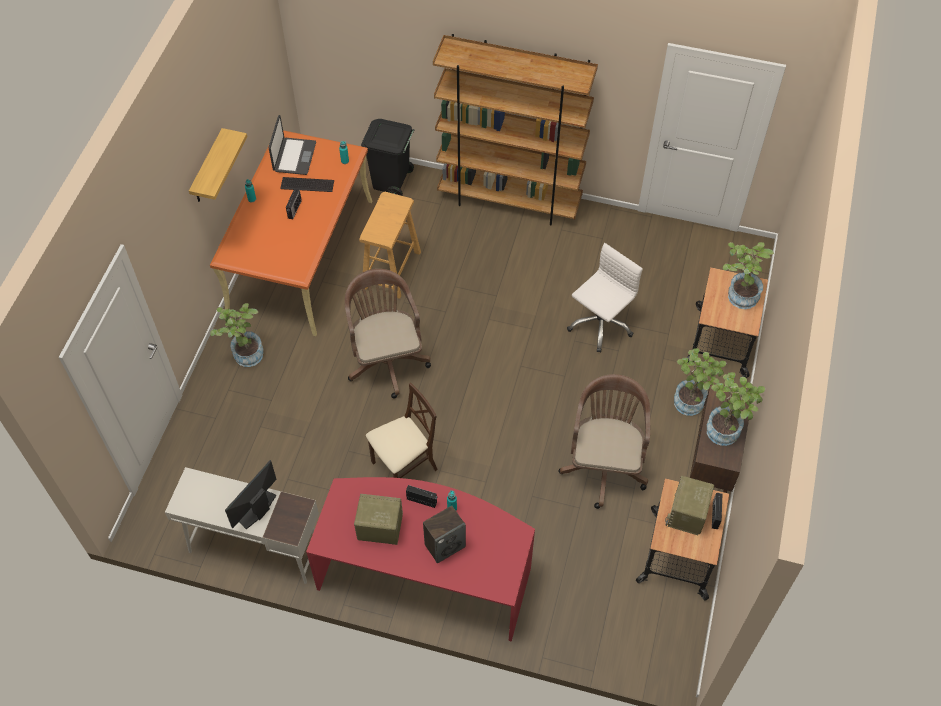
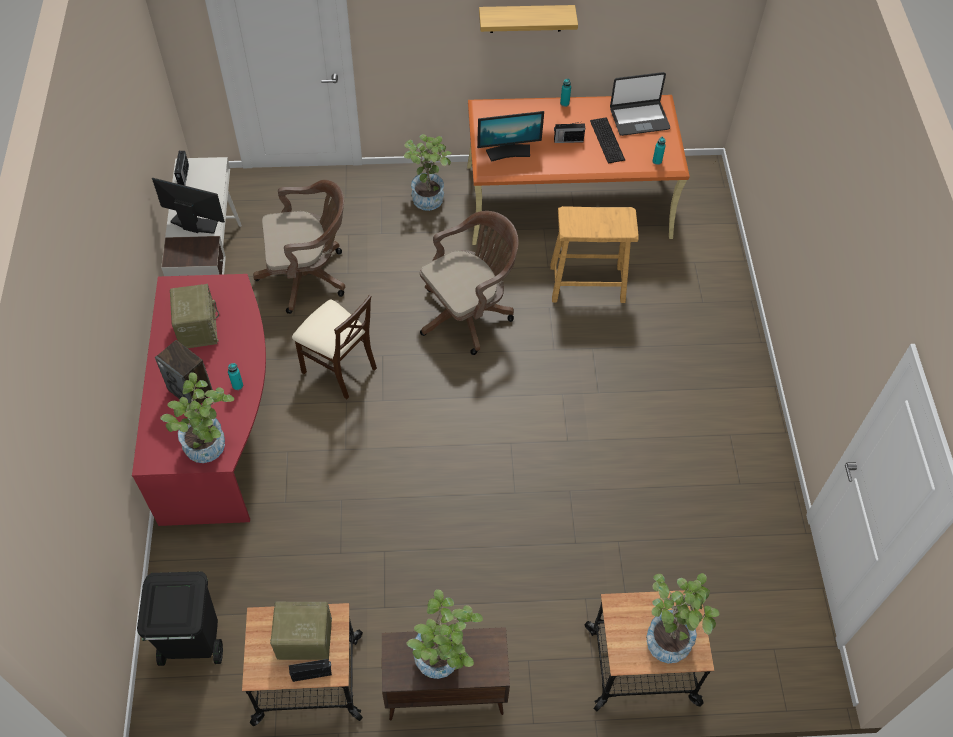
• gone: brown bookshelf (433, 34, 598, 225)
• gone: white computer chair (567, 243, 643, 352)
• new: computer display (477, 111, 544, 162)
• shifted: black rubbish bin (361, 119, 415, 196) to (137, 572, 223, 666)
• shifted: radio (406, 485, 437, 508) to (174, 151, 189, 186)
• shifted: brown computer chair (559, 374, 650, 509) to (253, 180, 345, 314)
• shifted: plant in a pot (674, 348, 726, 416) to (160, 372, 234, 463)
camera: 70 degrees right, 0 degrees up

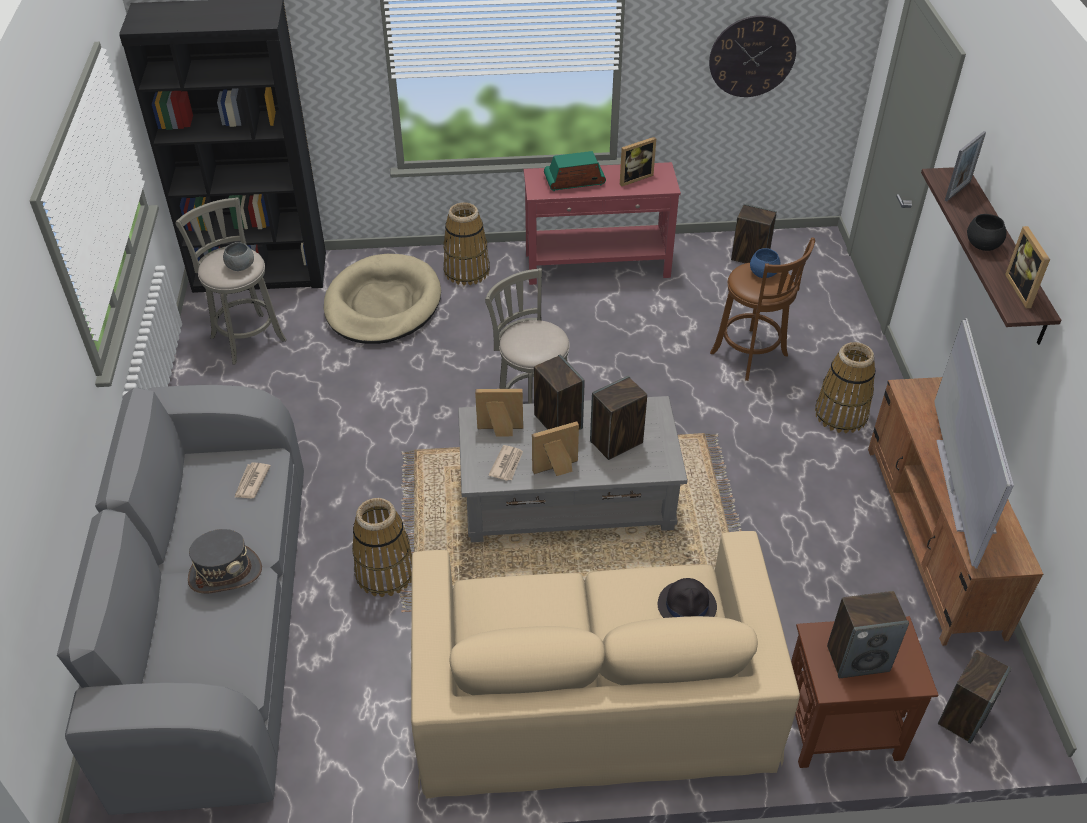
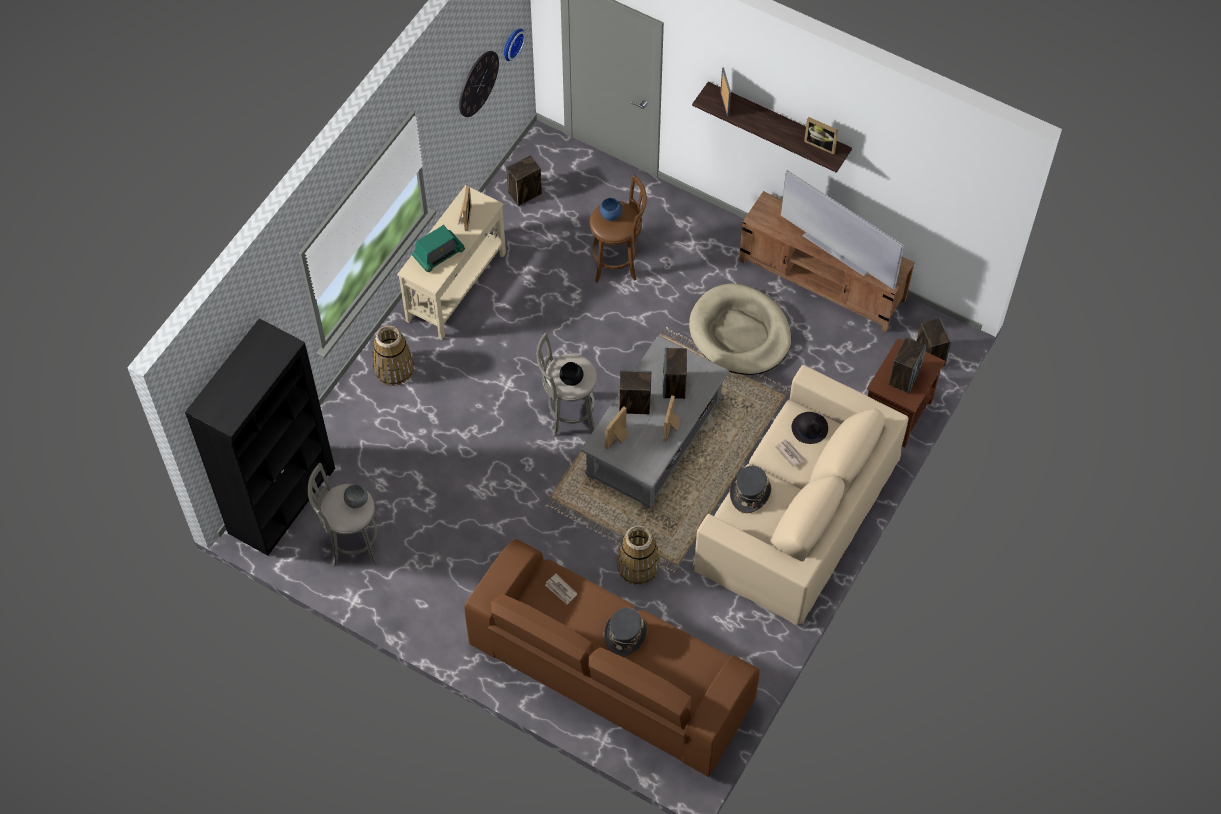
• gone: storage basket (815, 342, 876, 433)
• new: clock on the wall (504, 29, 526, 61)
• new: grey wearable hat (730, 466, 771, 513)
• shifted: beige pet bed (324, 254, 441, 344) to (689, 283, 791, 375)
• shifted: daily paper (489, 445, 523, 481) to (775, 439, 806, 468)
• shifted: black bowl (967, 214, 1006, 251) to (560, 362, 583, 386)
• repainted: grey sofa (57, 385, 304, 815) to brown sofa (464, 539, 760, 777)
• repainted: red-coloured hall table (524, 162, 681, 285) to beige hall table (397, 185, 506, 340)
• rotated: radio (544, 151, 606, 192) = (412, 225, 465, 272) 150 degrees counterclockwise
camera: 55 degrees left, 15 degrees up

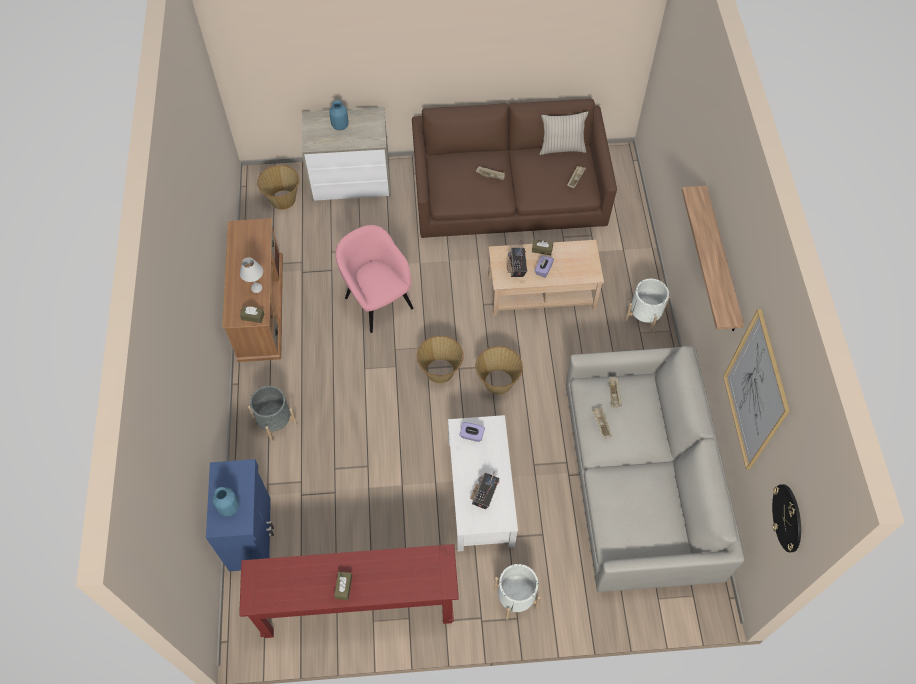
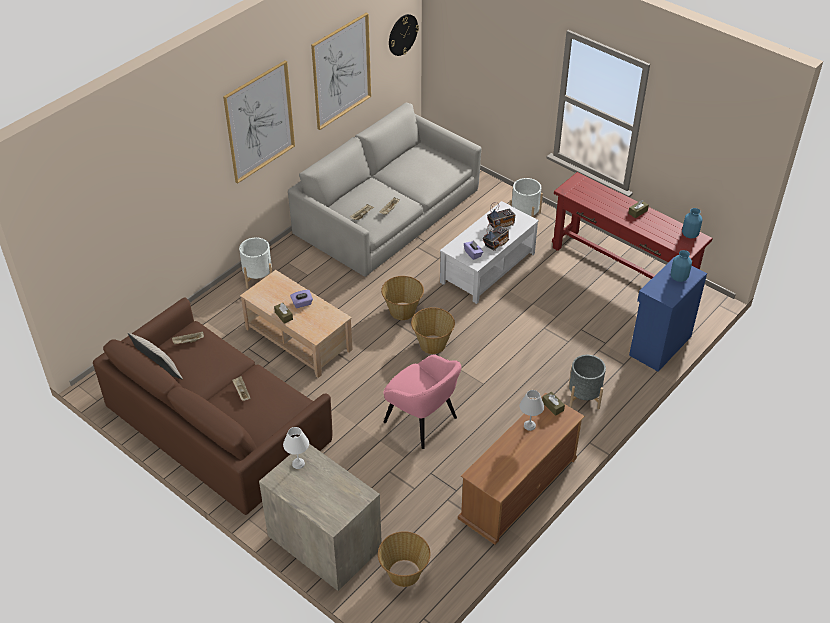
• new: white tabletop lamp (283, 427, 309, 469)
• shifted: blue flower vase (329, 100, 349, 130) to (682, 208, 702, 239)
• shifted: radio (507, 241, 527, 277) to (483, 223, 509, 251)
• swapped: wall shelf (682, 186, 744, 331) to picture (223, 60, 295, 184)
• rotated: pink-coloured lounge chair (335, 225, 414, 333) = (383, 354, 461, 449) 60 degrees counterclockwise
camera: 135 degrees left, 15 degrees down

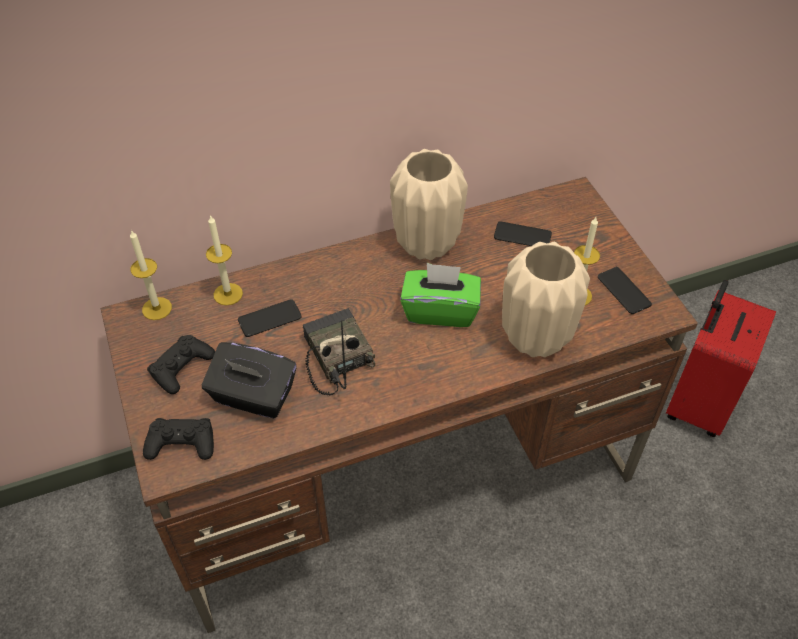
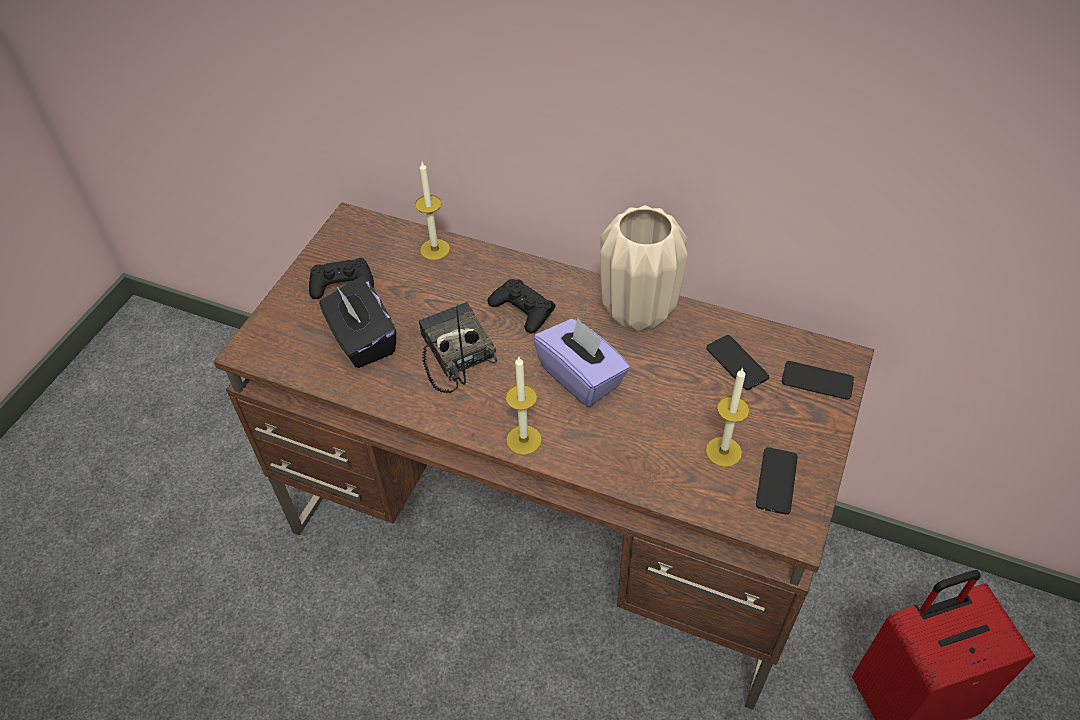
• gone: beige flower vase (502, 242, 590, 357)
• shifted: wax candle (130, 230, 172, 320) to (505, 357, 542, 455)
• shifted: black game controller (143, 418, 214, 460) to (487, 279, 555, 334)
• shifted: handset (238, 299, 302, 337) to (782, 361, 854, 400)
• repainted: green tissue box (400, 263, 481, 327) to purple-coloured tissue box (533, 318, 630, 407)
• rotated: radio (303, 308, 375, 396) = (419, 302, 497, 393) 45 degrees counterclockwise
camera: 45 degrees right, 0 degrees up

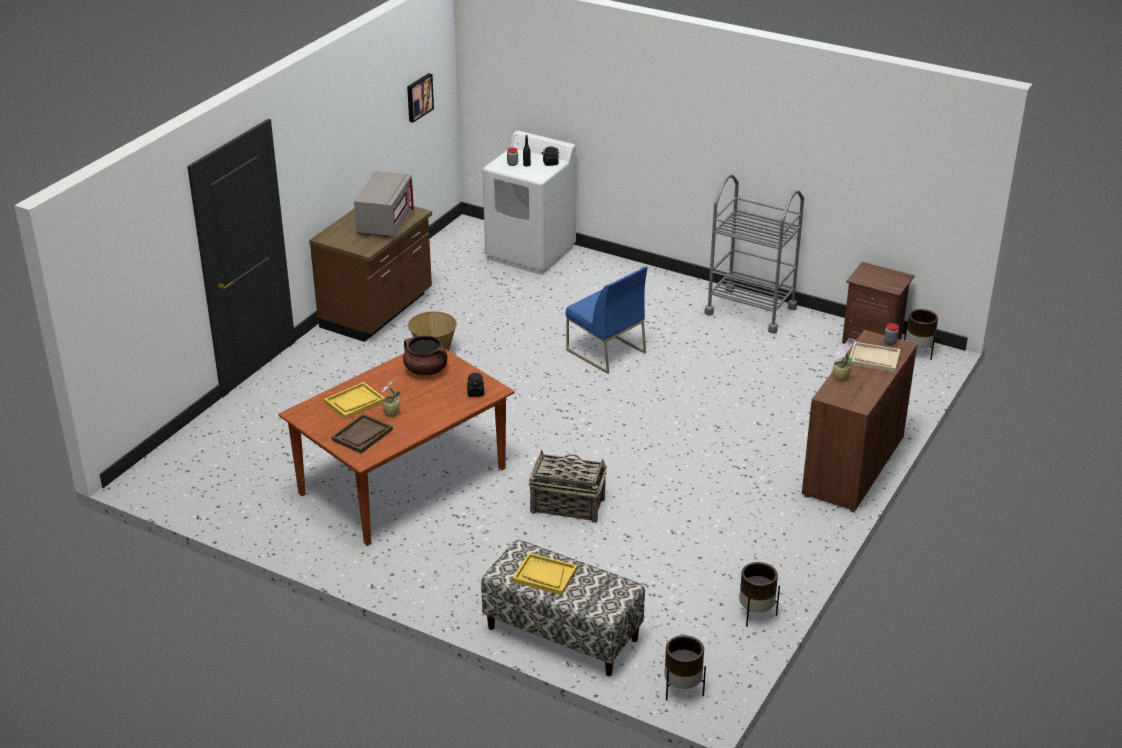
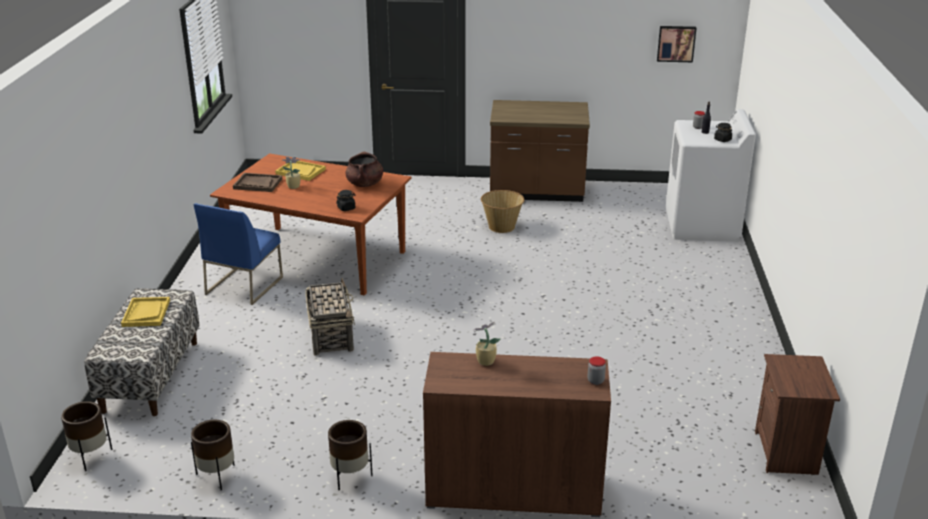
• gone: grey microwave (354, 171, 414, 237)
• gone: grey trolley (704, 174, 804, 334)
• gone: beige carrying tray (848, 342, 901, 372)
• shifted: blue plain chair (566, 266, 648, 374) to (194, 203, 283, 305)
• shifted: brown plant pot (904, 309, 938, 360) to (328, 420, 373, 490)
camera: 65 degrees right, 5 degrees down

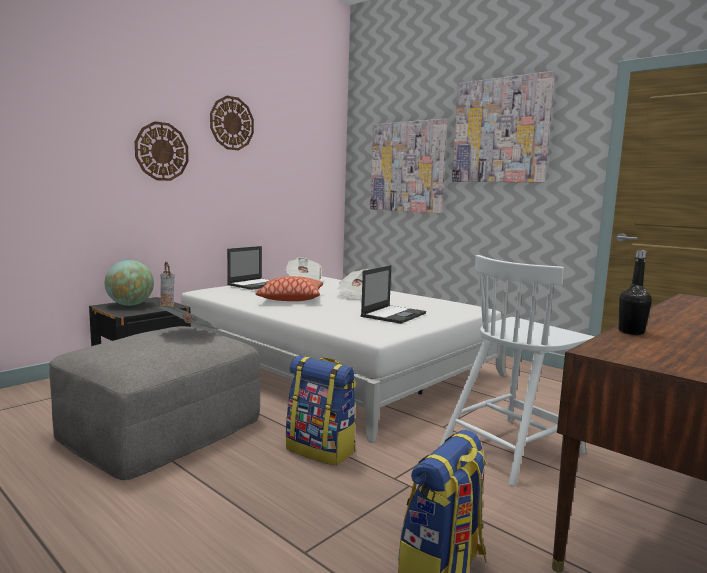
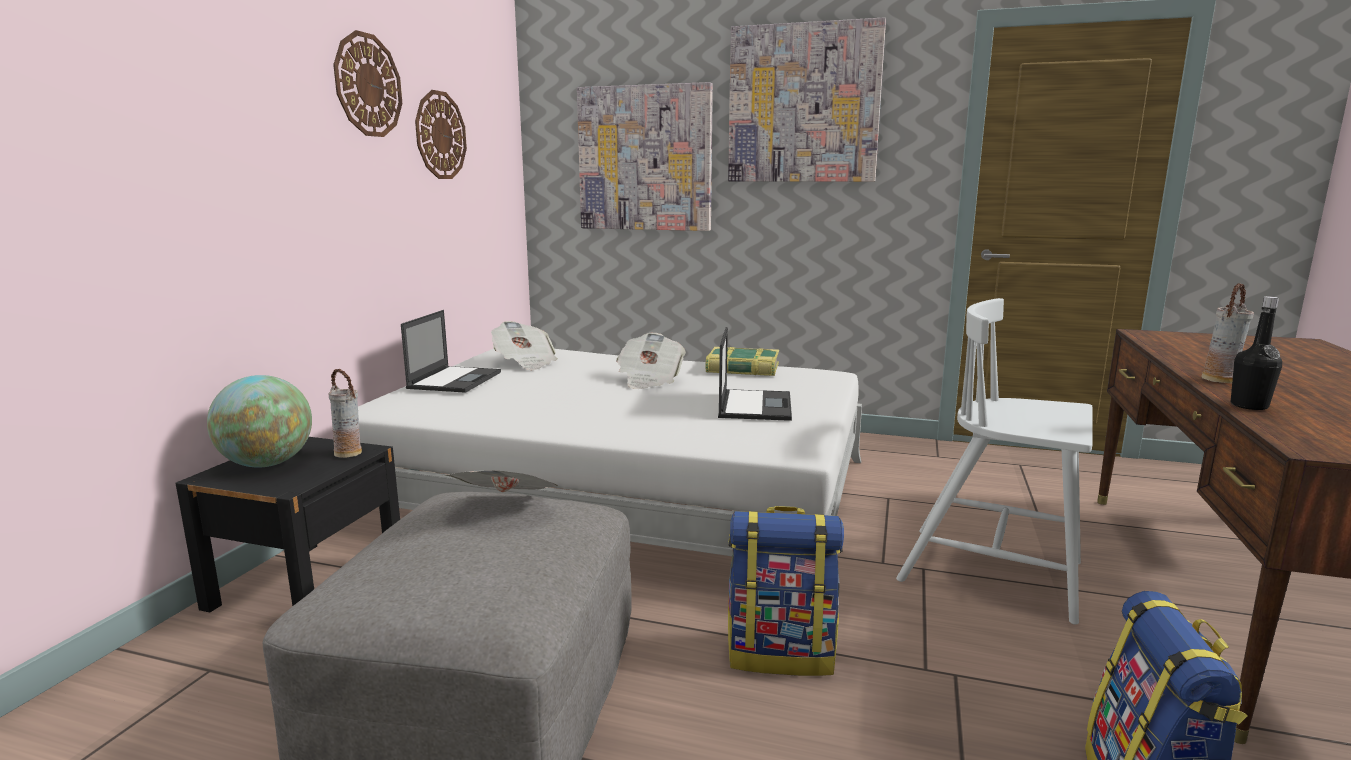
• gone: throw pillow (256, 276, 323, 301)
• new: volume (705, 347, 779, 376)
• new: flower vase (1201, 283, 1254, 383)
• shifted: clock on the wall (135, 121, 189, 181) to (415, 90, 467, 179)
• rotated: white plain chair (440, 255, 595, 486) = (896, 298, 1092, 625) 90 degrees clockwise
camera: 25 degrees left, 5 degrees up

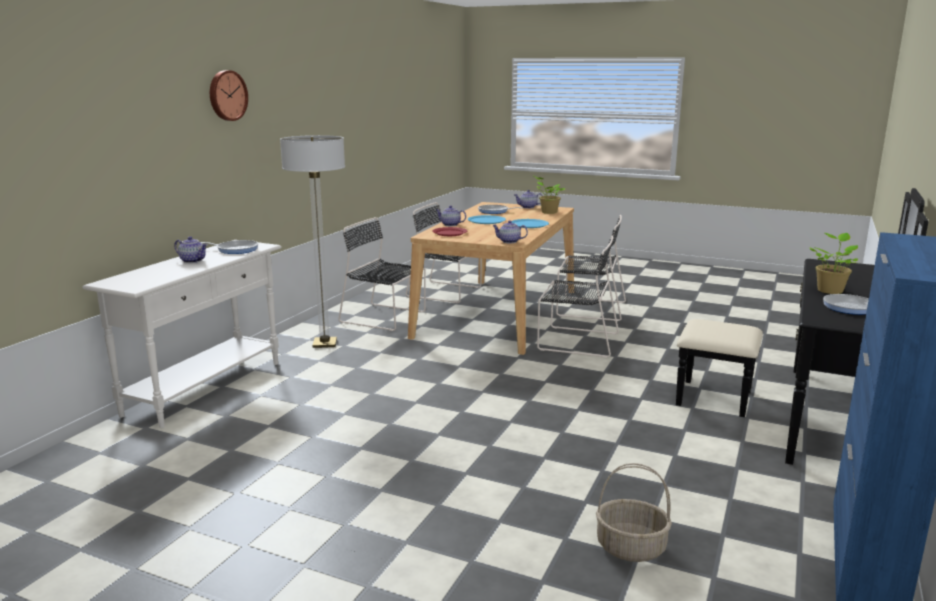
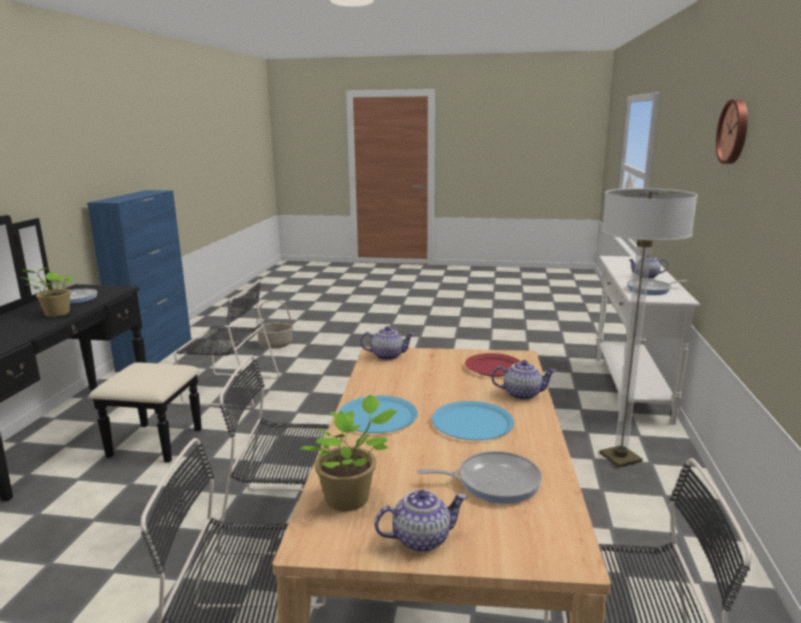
• shifted: black plain chair (339, 217, 426, 331) to (174, 279, 280, 408)
camera: 165 degrees right, 0 degrees up

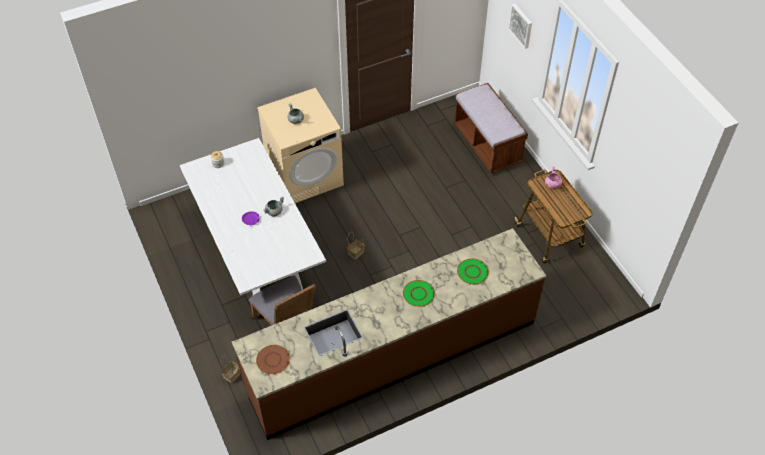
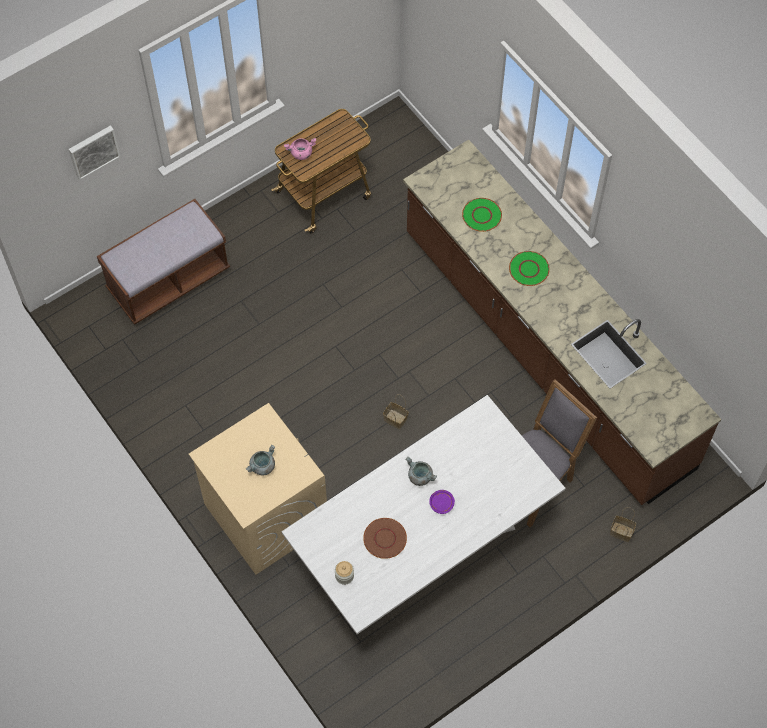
• shifted: brown plate (256, 345, 290, 374) to (363, 518, 407, 559)
camera: 100 degrees left, 10 degrees up

